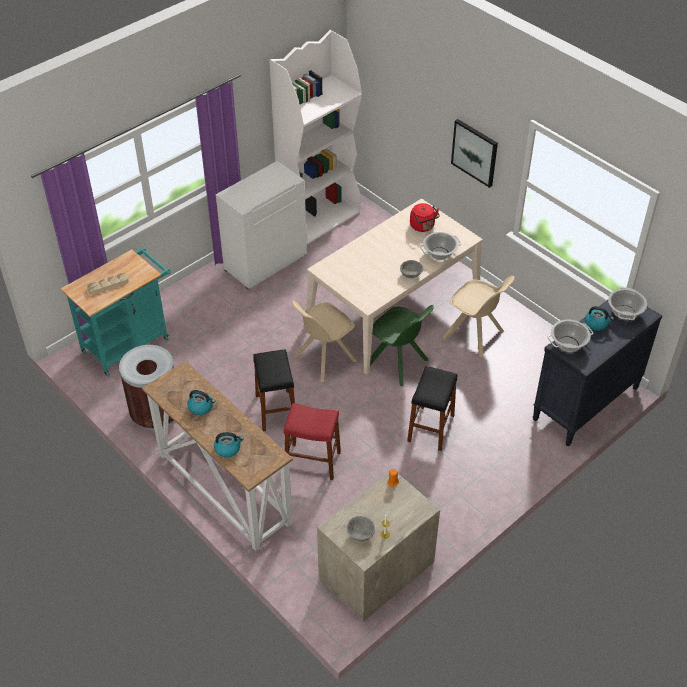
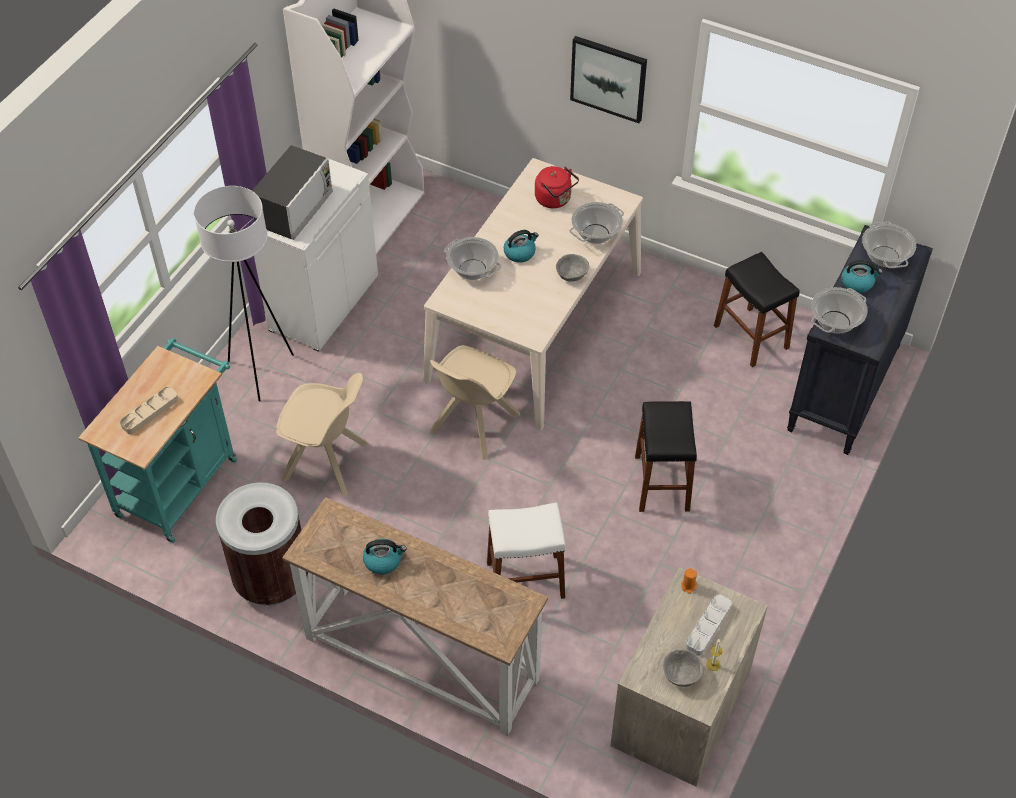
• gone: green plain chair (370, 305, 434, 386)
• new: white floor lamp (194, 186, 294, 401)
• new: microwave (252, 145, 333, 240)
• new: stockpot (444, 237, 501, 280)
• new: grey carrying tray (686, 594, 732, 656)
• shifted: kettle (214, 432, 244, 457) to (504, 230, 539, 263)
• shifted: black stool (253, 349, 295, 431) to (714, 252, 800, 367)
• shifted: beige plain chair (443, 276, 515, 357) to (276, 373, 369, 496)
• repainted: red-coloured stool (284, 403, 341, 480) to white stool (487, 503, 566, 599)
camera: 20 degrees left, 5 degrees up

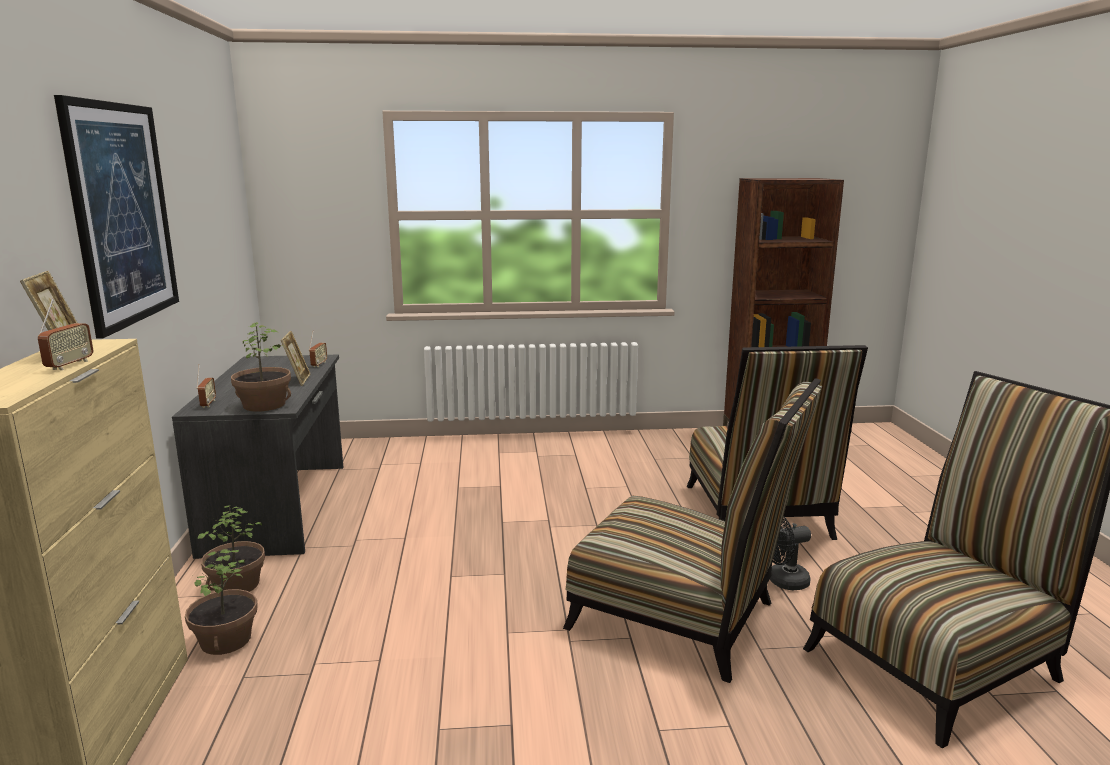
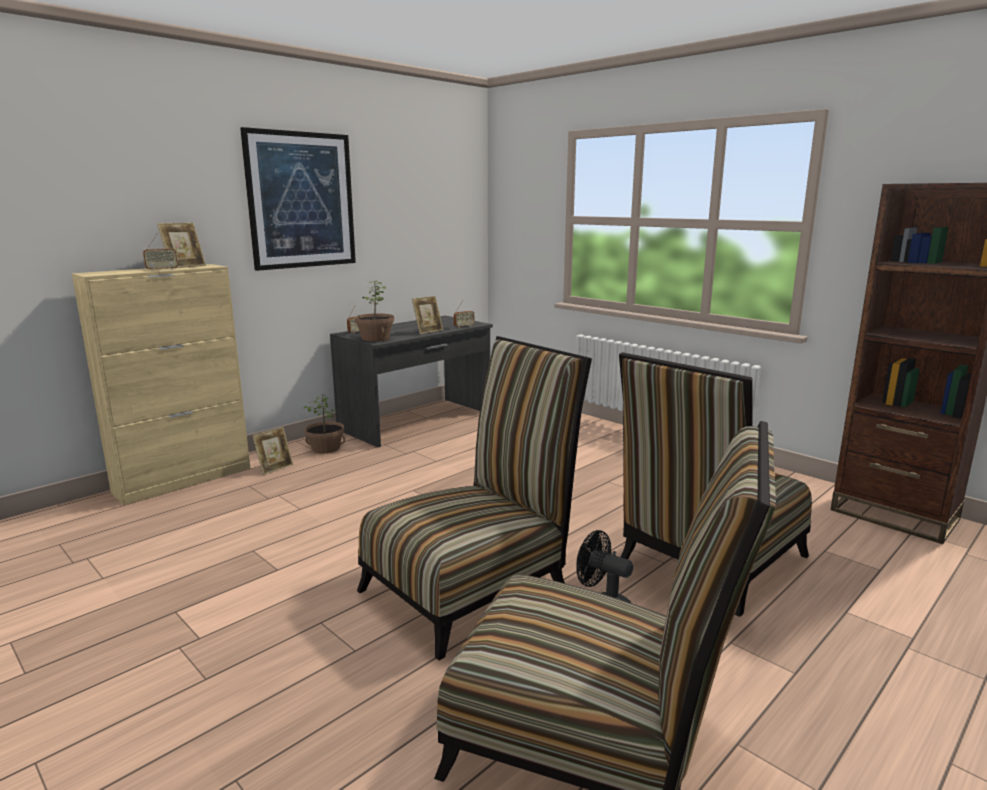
• swapped: plant in a pot (185, 549, 258, 655) to picture frame (252, 427, 293, 475)
• rotated: plain chair (563, 378, 822, 683) = (357, 336, 592, 660) 120 degrees counterclockwise
camera: 50 degrees right, 0 degrees up

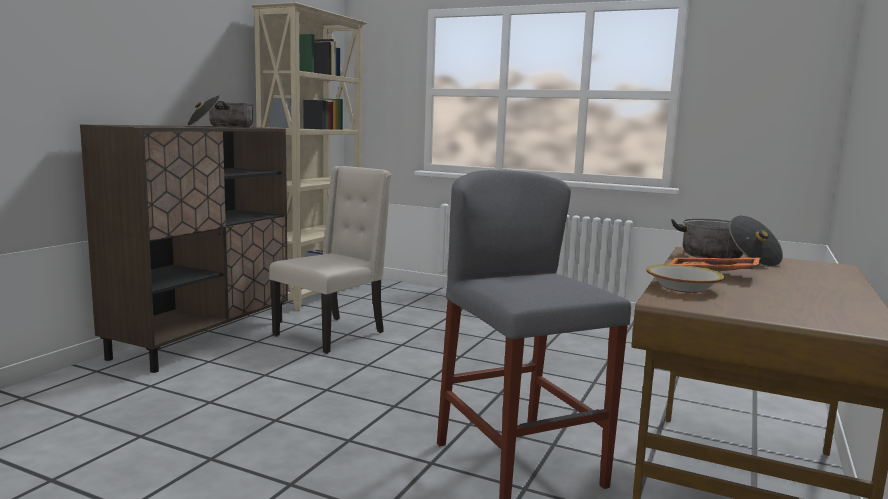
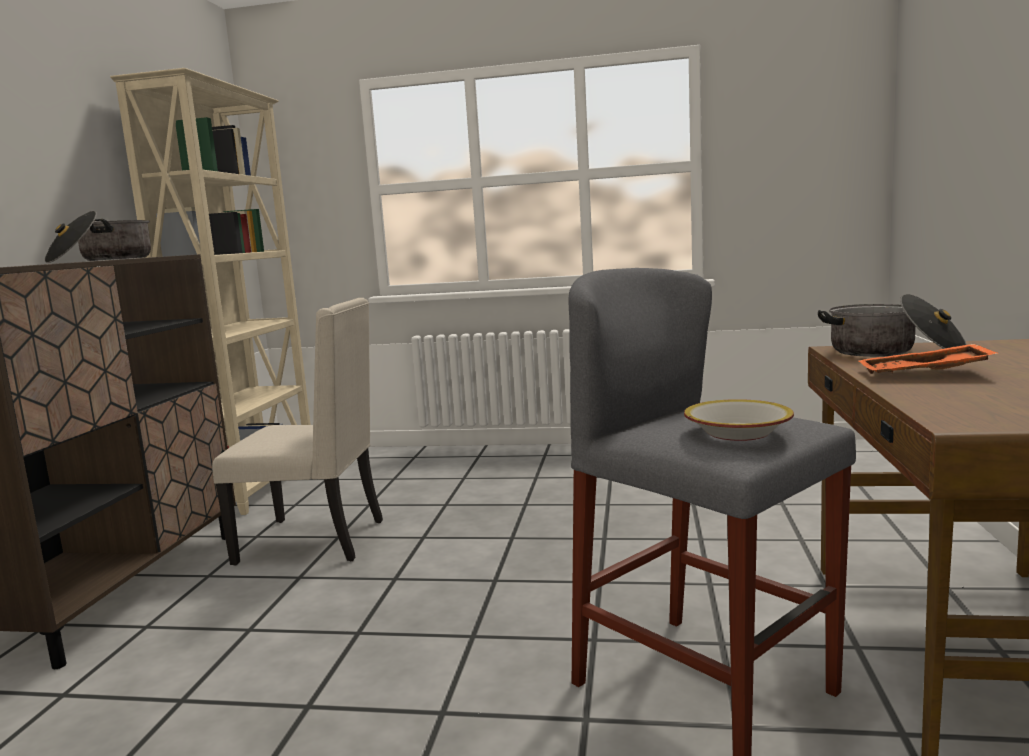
• shifted: bowl (646, 264, 725, 293) to (684, 399, 794, 441)
• rotated: beige plain chair (269, 166, 391, 354) = (212, 298, 383, 566) 75 degrees clockwise
camera: 15 degrees left, 0 degrees up

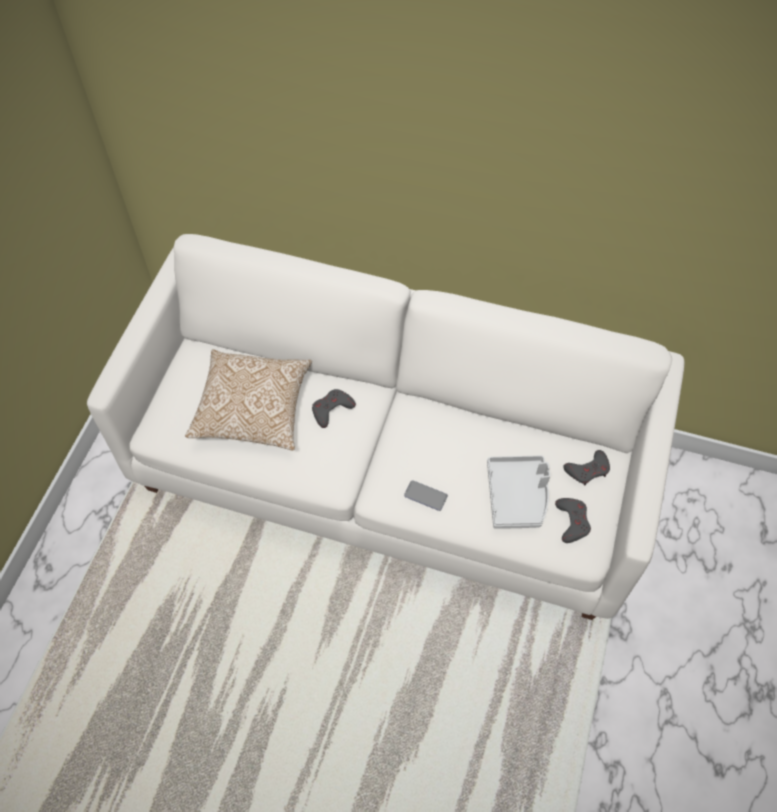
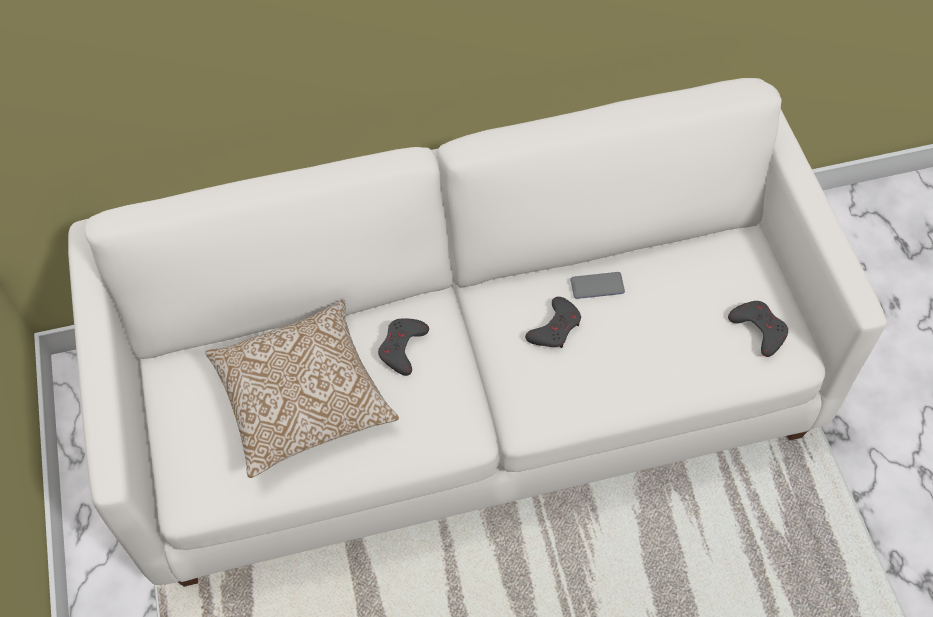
• gone: grey carrying tray (487, 455, 550, 529)
• shifted: handset (404, 480, 448, 511) to (570, 272, 625, 299)
• shifted: grey game controller (563, 450, 610, 485) to (525, 297, 581, 348)
camera: 30 degrees left, 0 degrees up

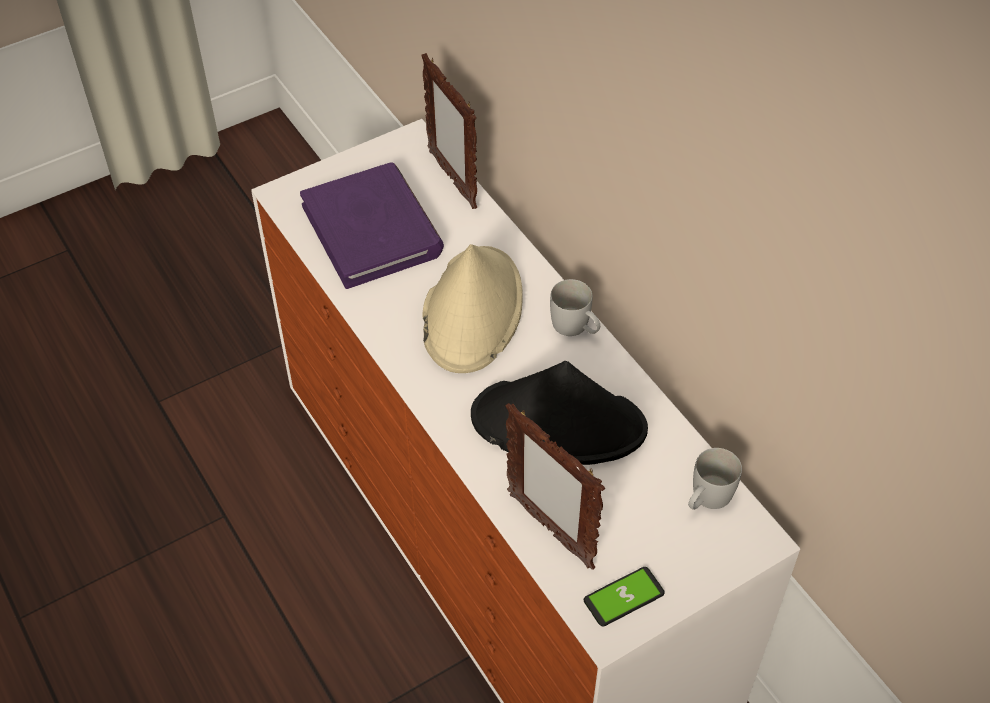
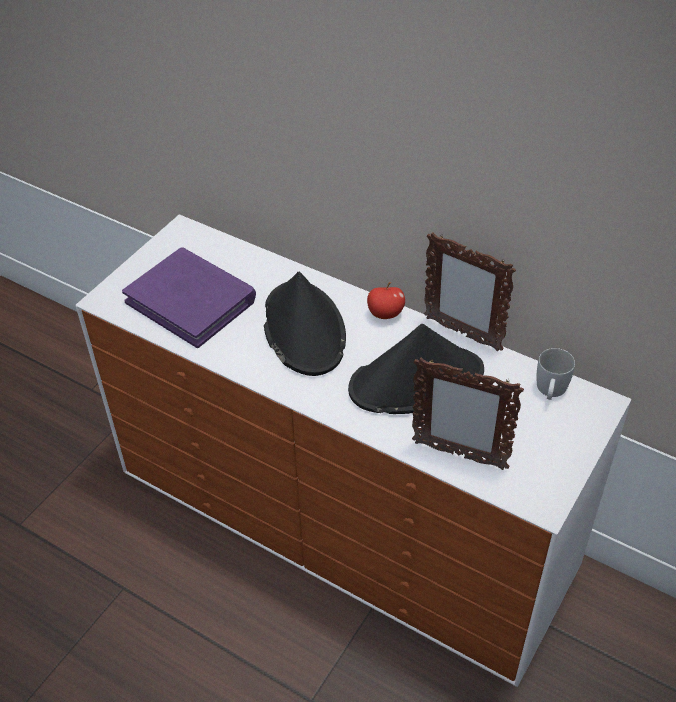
• gone: handset (584, 567, 665, 626)
• shifted: picture frame (421, 53, 477, 209) to (424, 232, 516, 352)
• swapped: white mug (550, 279, 600, 336) to whole apple (367, 282, 405, 319)
• repainted: beige wearable hat (422, 244, 523, 373) to black wearable hat (264, 272, 346, 376)
camera: 25 degrees left, 5 degrees down

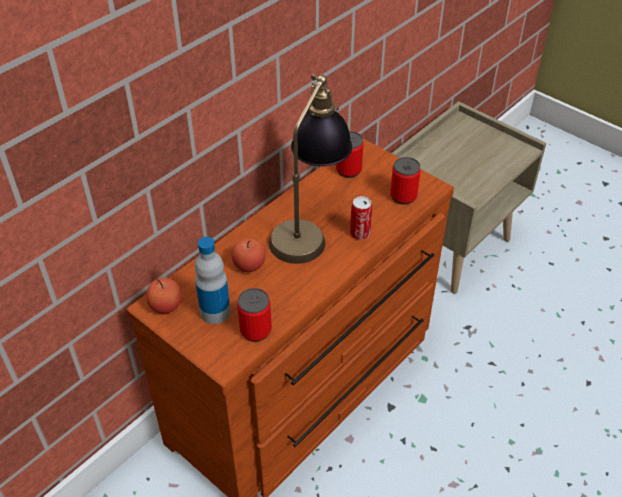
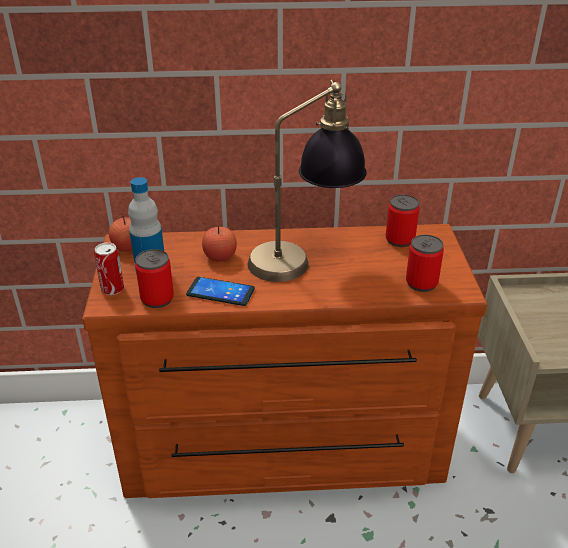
• new: handset (186, 277, 255, 306)
• shifted: can (350, 196, 372, 240) to (94, 243, 124, 295)
camera: 45 degrees right, 10 degrees down

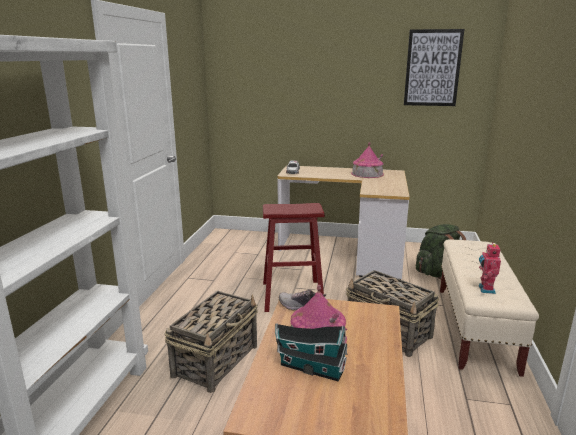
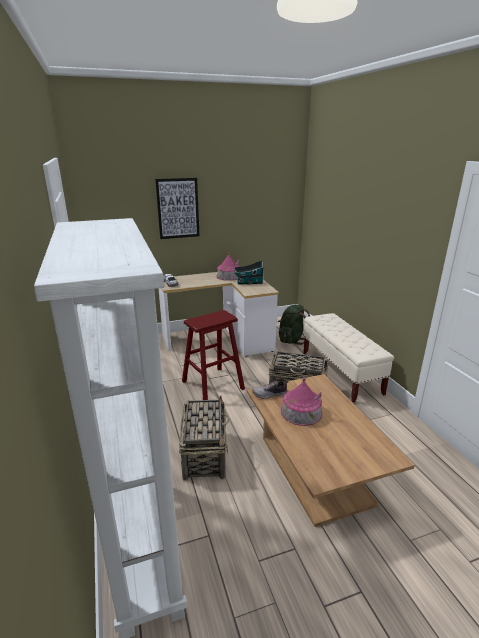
• gone: model robot (479, 242, 501, 294)
• shifted: model house (275, 324, 347, 382) to (234, 260, 264, 285)
• shifted: picture (404, 29, 464, 106) to (155, 178, 200, 239)
camera: 30 degrees left, 5 degrees up

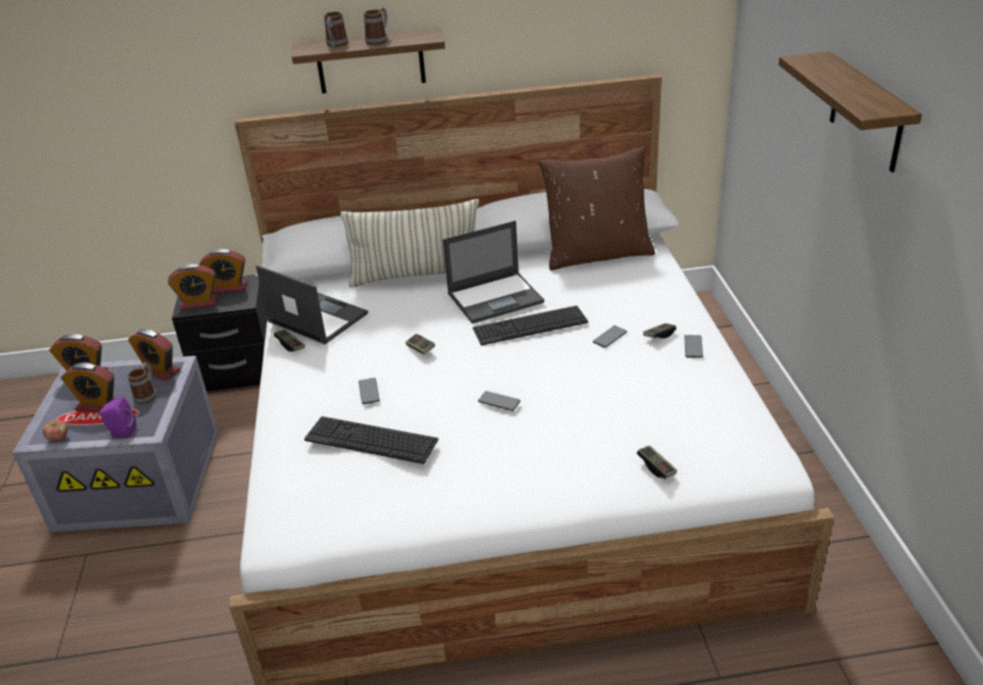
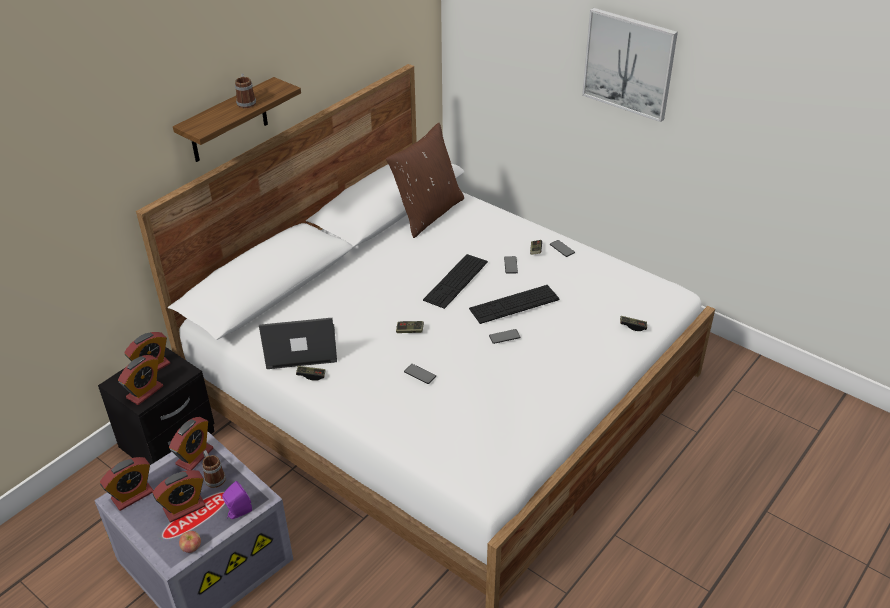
• gone: mug (324, 11, 348, 47)
• gone: throw pillow (341, 199, 479, 287)
• gone: laptop (443, 221, 544, 324)
• shifted: keyboard (304, 416, 438, 464) to (469, 285, 560, 324)
• swapped: wall shelf (778, 51, 922, 172) to picture (582, 8, 678, 122)
• rotated: table clock (128, 329, 180, 381) = (169, 417, 213, 470) 45 degrees counterclockwise
camera: 45 degrees left, 5 degrees up

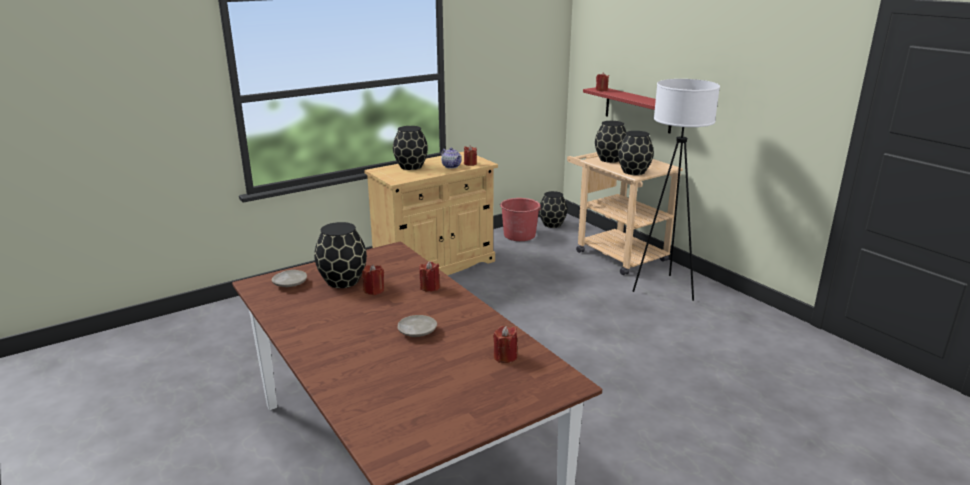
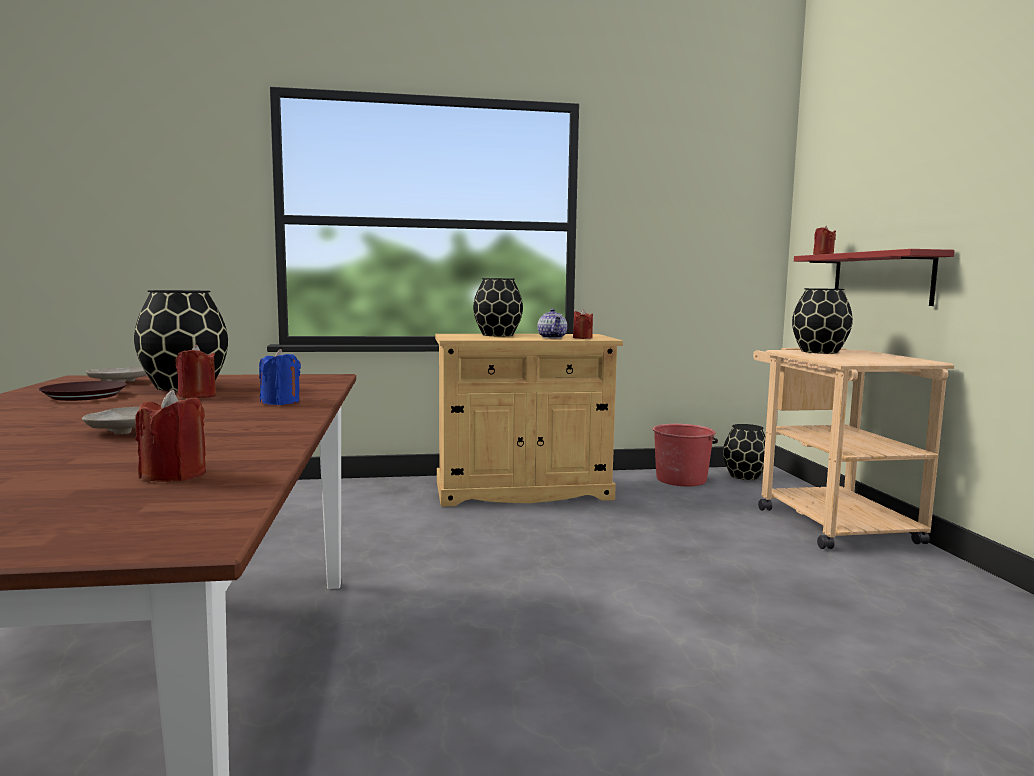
• gone: black flower vase (618, 131, 654, 175)
• gone: white floor lamp (632, 79, 720, 301)
• new: brown plate (39, 381, 127, 401)
• repainted: red-coloured wax candle (419, 261, 440, 292) to blue wax candle (259, 349, 301, 405)
camera: 25 degrees right, 15 degrees down

